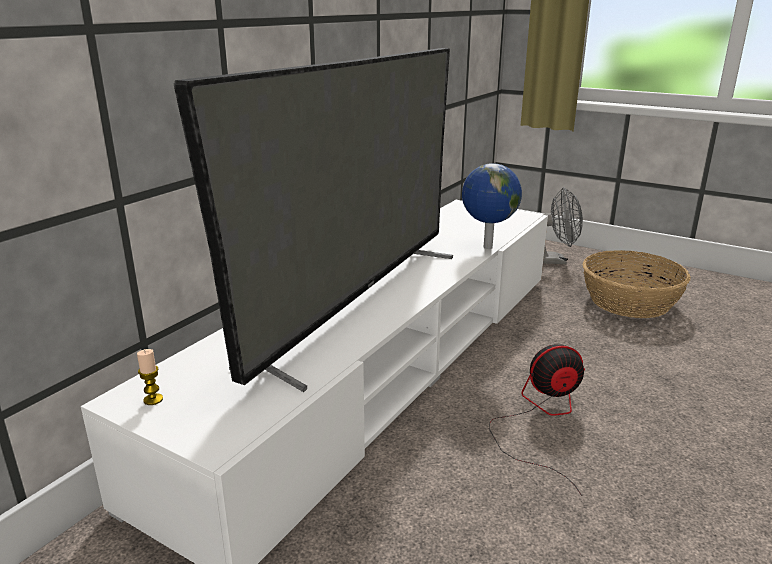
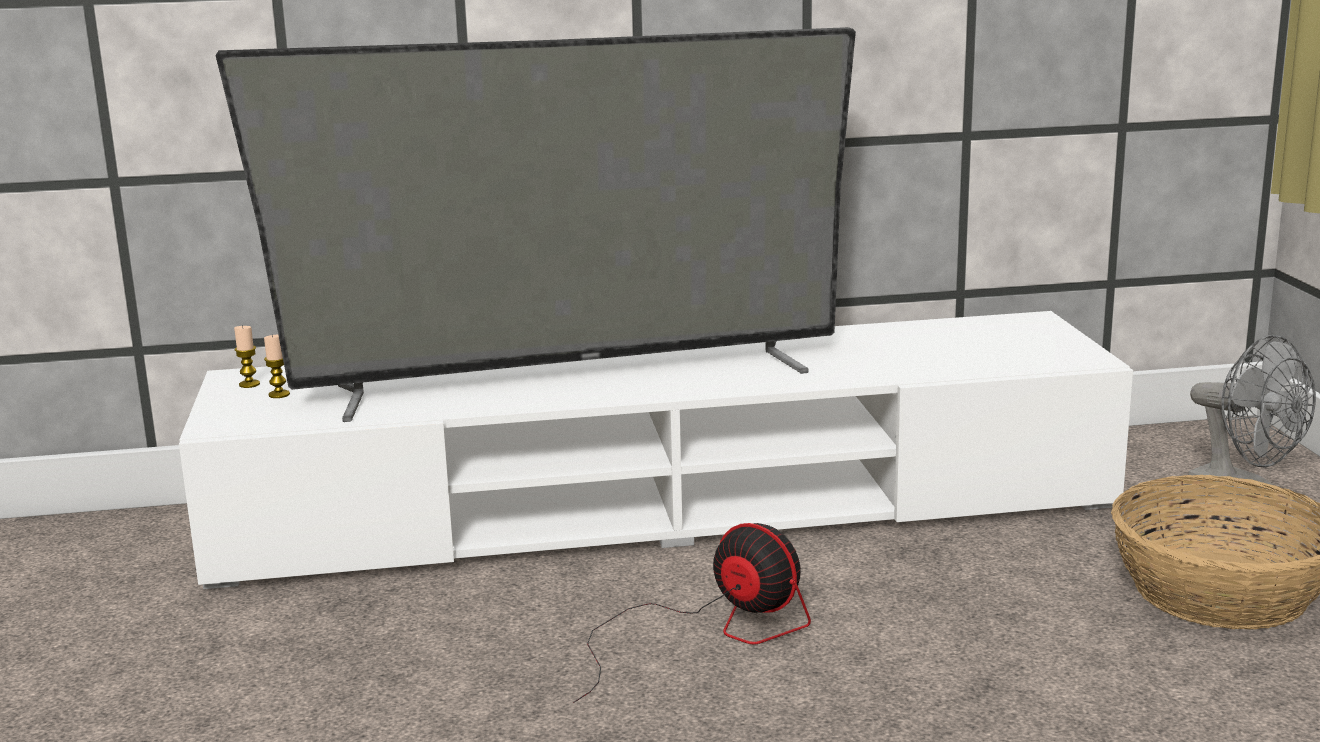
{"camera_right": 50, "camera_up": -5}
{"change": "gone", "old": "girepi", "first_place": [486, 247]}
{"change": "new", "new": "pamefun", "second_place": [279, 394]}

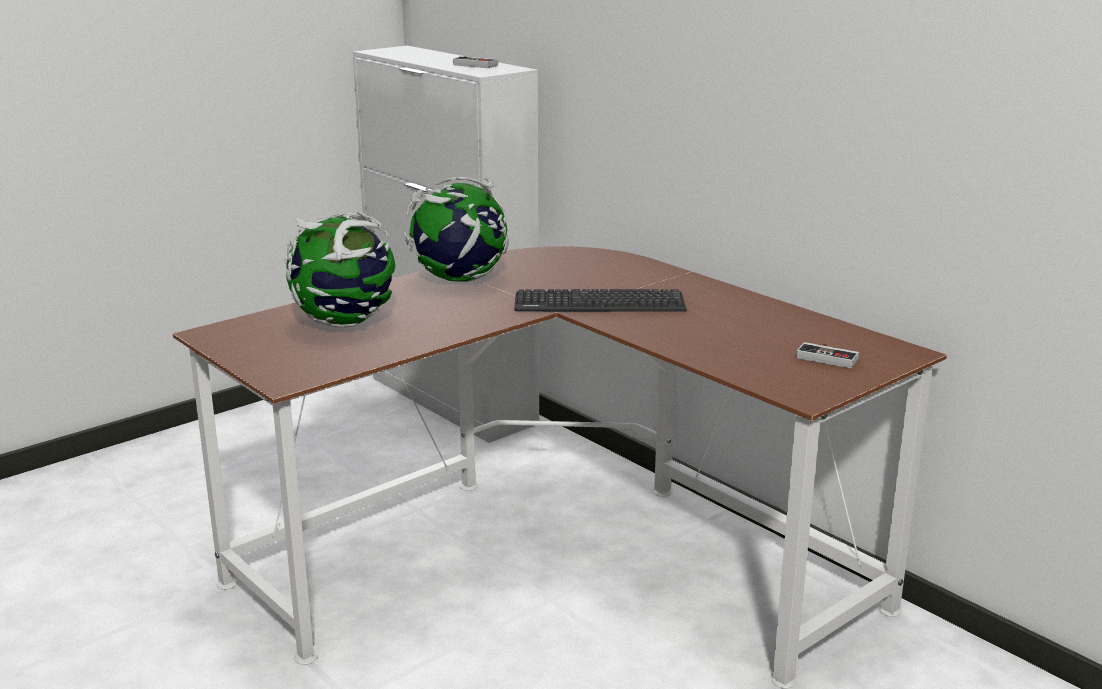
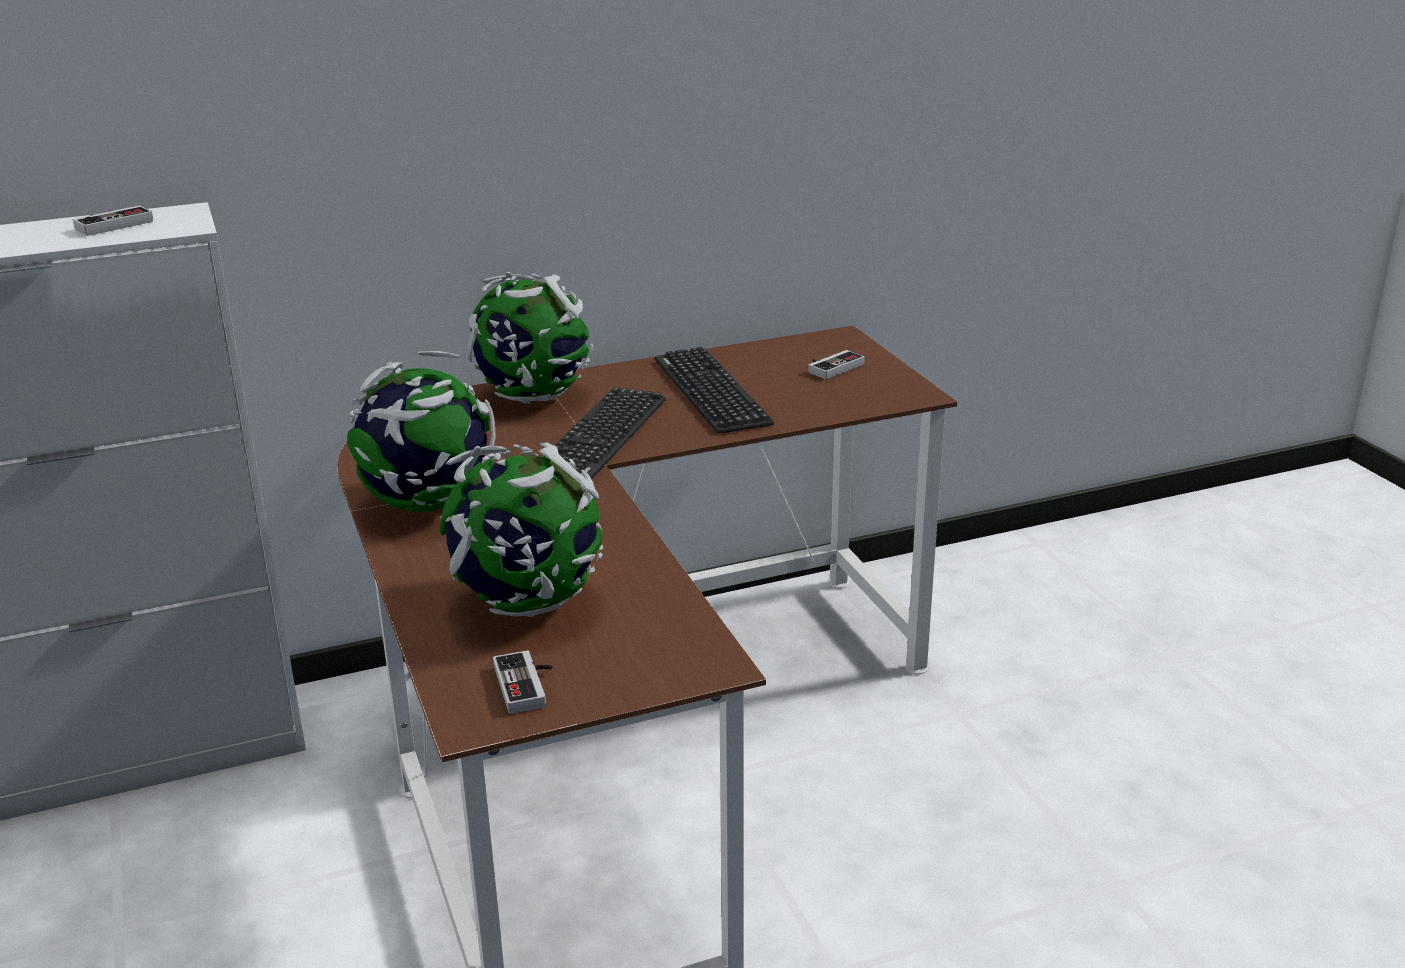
{"camera_right": -70, "camera_up": 5}
{"change": "new", "new": "girepi", "second_place": [532, 397]}
{"change": "new", "new": "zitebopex", "second_place": [528, 685]}
{"change": "new", "new": "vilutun", "second_place": [711, 391]}

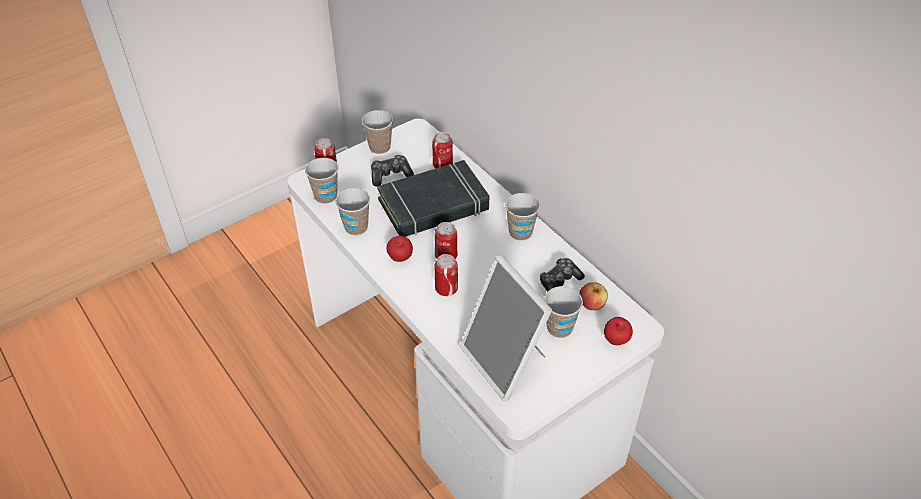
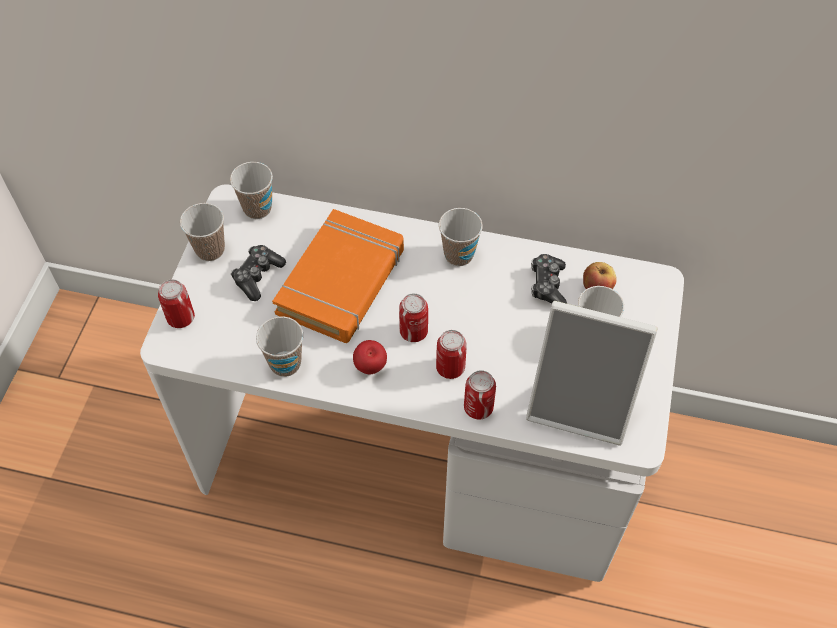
{"camera_right": -40, "camera_up": 10}
{"change": "gone", "old": "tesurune", "first_place": [616, 341]}
{"change": "shifted", "old": "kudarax", "first_place": [326, 196], "second_place": [257, 208]}
{"change": "shifted", "old": "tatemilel", "first_place": [442, 165], "second_place": [478, 407]}
{"change": "repainted", "old": "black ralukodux", "new": "orange ralukodux", "first_place": [434, 205], "second_place": [342, 282]}

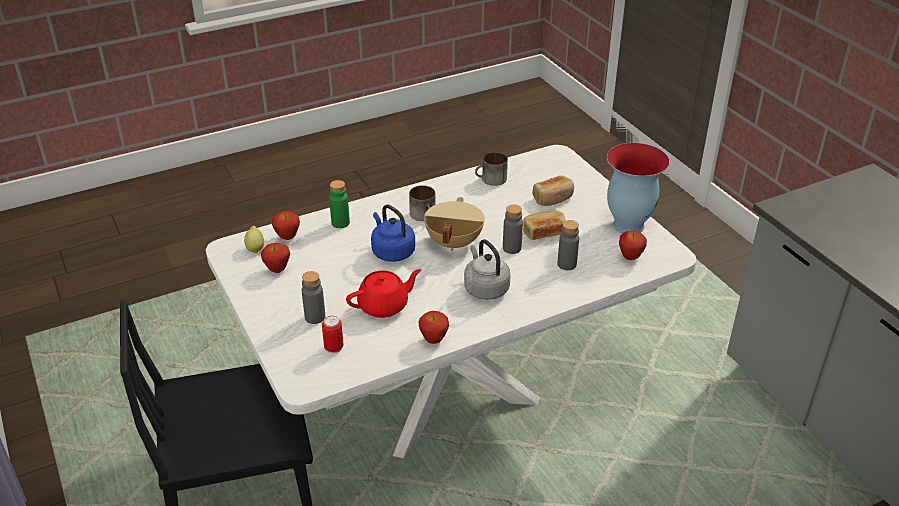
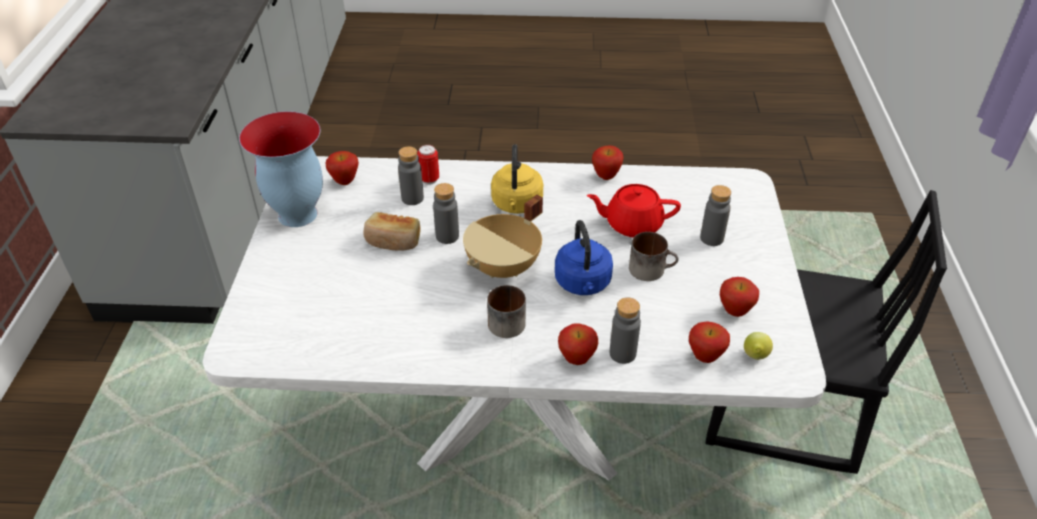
{"camera_right": -150, "camera_up": 5}
{"change": "gone", "old": "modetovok", "first_place": [553, 198]}
{"change": "new", "new": "tesurune", "second_place": [576, 360]}
{"change": "shifted", "old": "tatemilel", "first_place": [334, 348], "second_place": [429, 179]}
{"change": "shifted", "old": "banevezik", "first_place": [491, 180], "second_place": [651, 269]}
{"change": "repainted", "old": "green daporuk", "new": "grey daporuk", "first_place": [340, 223], "second_place": [622, 353]}
{"change": "repainted", "old": "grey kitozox", "new": "yellow kitozox", "first_place": [485, 288], "second_place": [517, 205]}

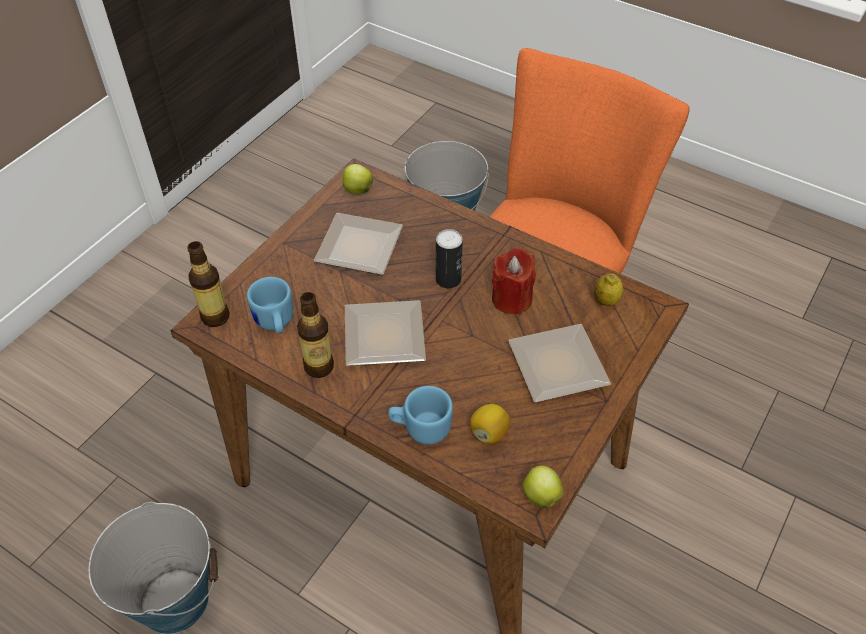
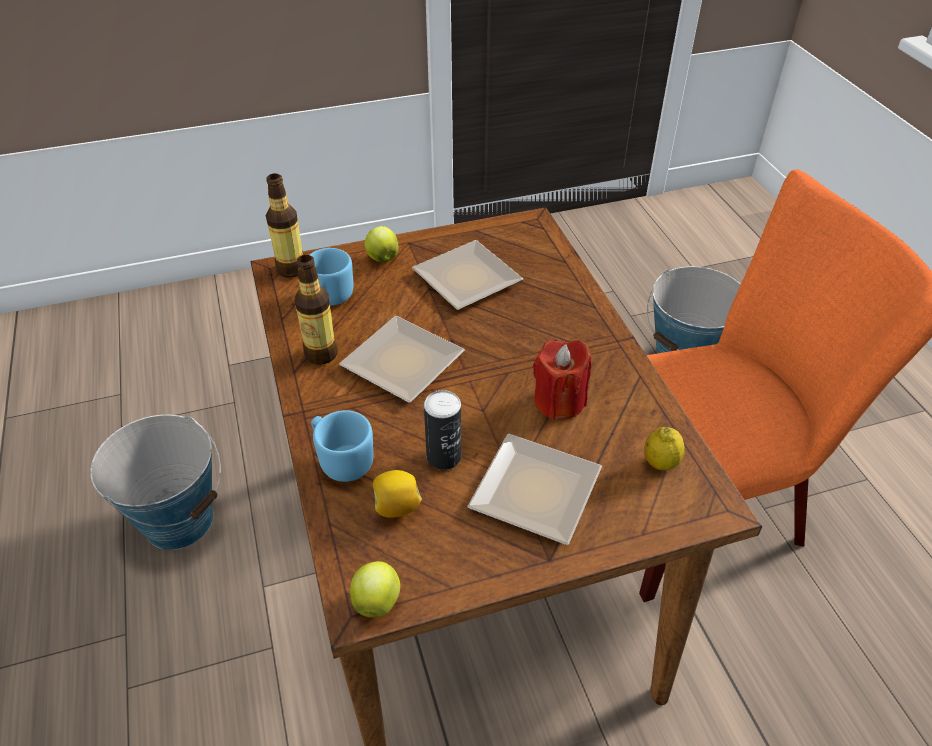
{"camera_right": 40, "camera_up": -5}
{"change": "shifted", "old": "tesurune", "first_place": [357, 190], "second_place": [382, 257]}
{"change": "shifted", "old": "tatemilel", "first_place": [448, 279], "second_place": [444, 457]}

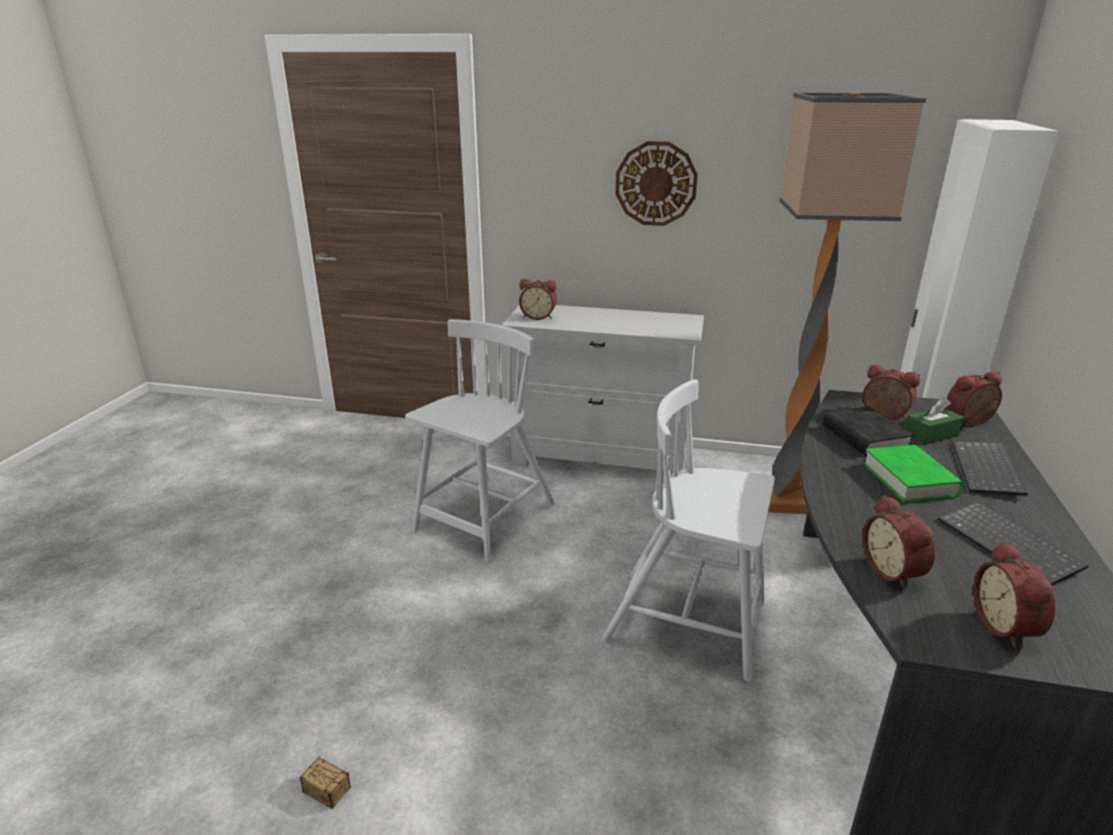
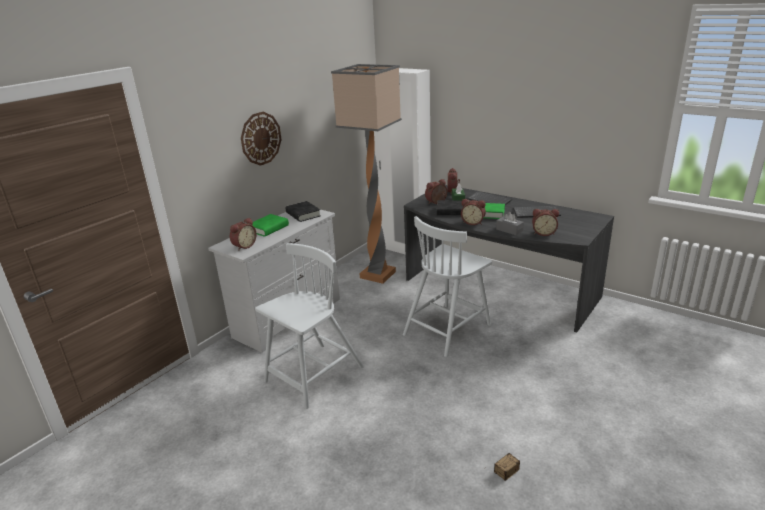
{"camera_right": -65, "camera_up": 0}
{"change": "new", "new": "green ralukodux", "second_place": [268, 228]}
{"change": "new", "new": "black ralukodux", "second_place": [303, 214]}
{"change": "new", "new": "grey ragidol", "second_place": [509, 230]}
{"change": "shifted", "old": "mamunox", "first_place": [1007, 626], "second_place": [473, 222]}
{"change": "rotated", "old": "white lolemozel", "first_place": [484, 519], "second_place": [313, 375], "degrees": 75}

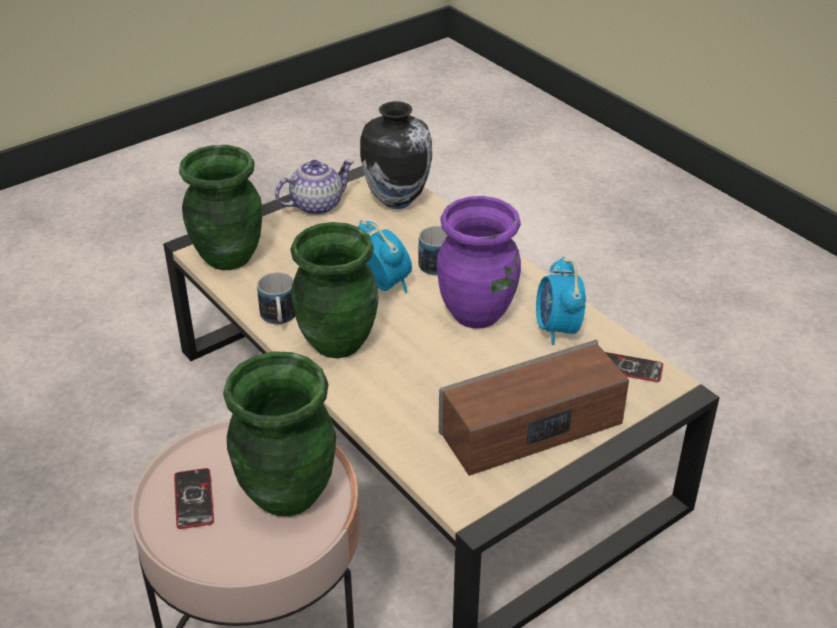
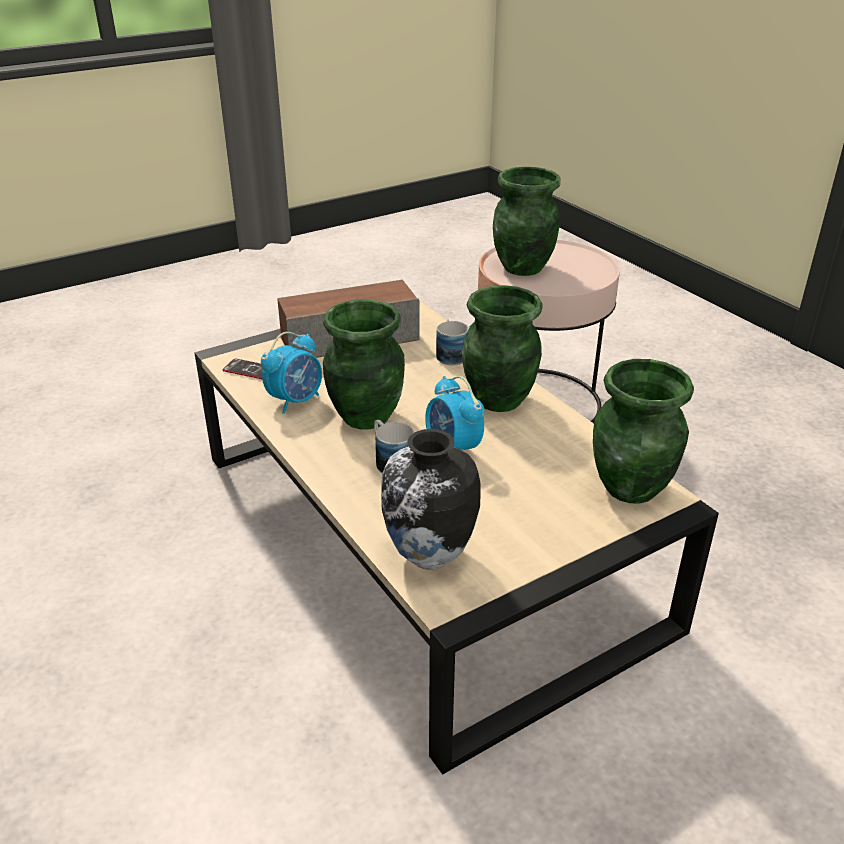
{"camera_right": -175, "camera_up": -5}
{"change": "gone", "old": "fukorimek", "first_place": [194, 499]}
{"change": "gone", "old": "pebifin", "first_place": [317, 204]}
{"change": "shifted", "old": "banevezik", "first_place": [279, 319], "second_place": [451, 354]}
{"change": "repainted", "old": "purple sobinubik", "new": "green sobinubik", "first_place": [477, 313], "second_place": [365, 417]}
{"change": "rotated", "old": "mamunox", "first_place": [557, 329], "second_place": [296, 400], "degrees": 45}

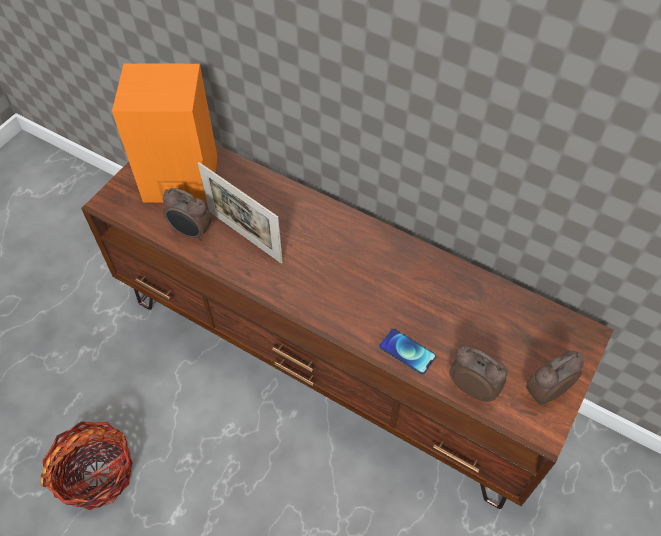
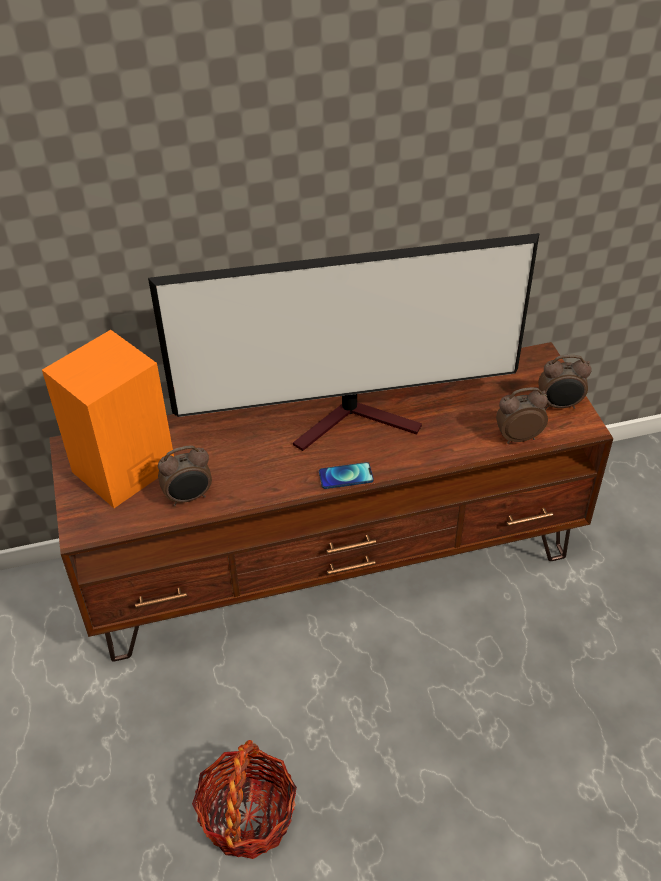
{"camera_right": -45, "camera_up": -10}
{"change": "gone", "old": "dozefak", "first_place": [244, 236]}
{"change": "new", "new": "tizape", "second_place": [357, 421]}
{"change": "shifted", "old": "fukorimek", "first_place": [407, 352], "second_place": [346, 476]}
{"change": "rotated", "old": "mamunox", "first_place": [545, 391], "second_place": [559, 405], "degrees": -105}

